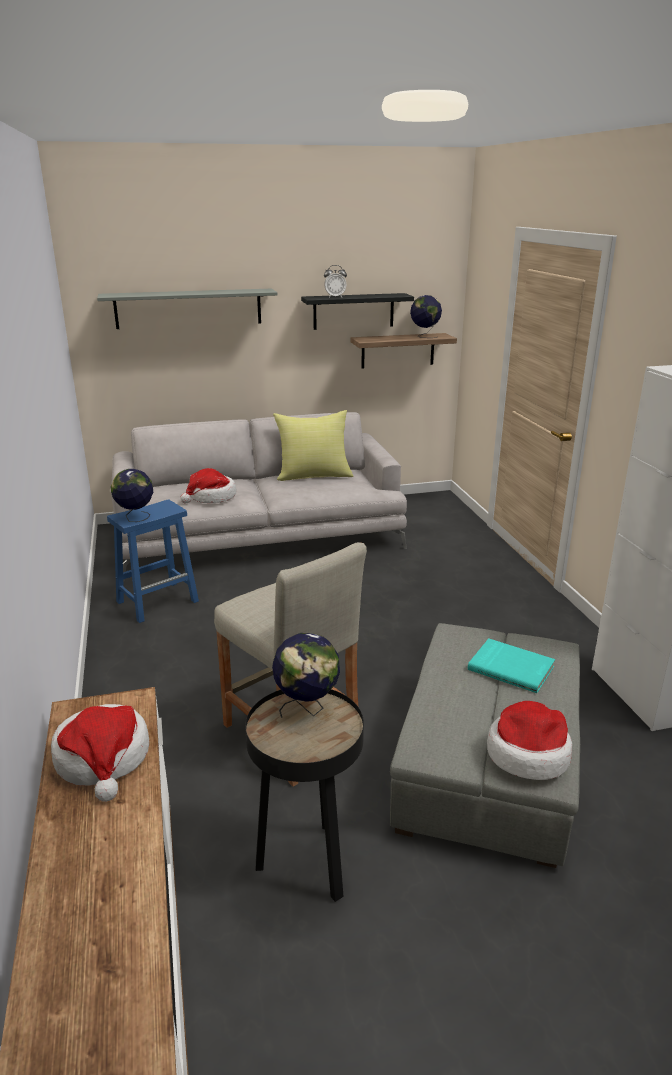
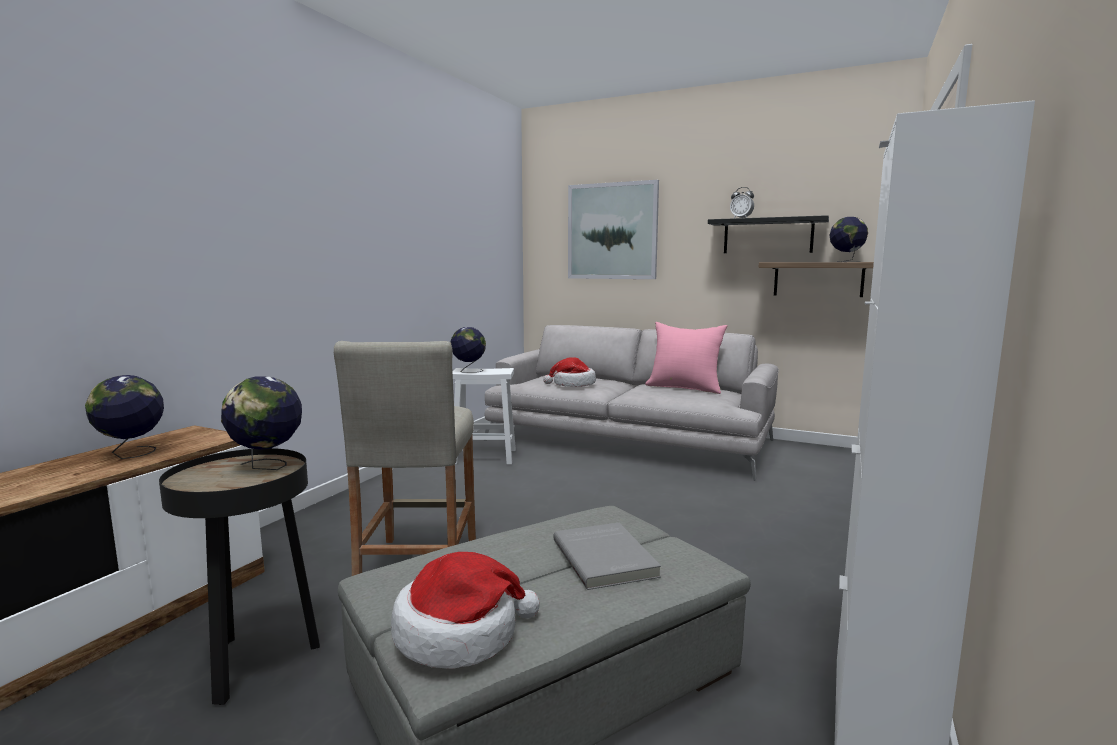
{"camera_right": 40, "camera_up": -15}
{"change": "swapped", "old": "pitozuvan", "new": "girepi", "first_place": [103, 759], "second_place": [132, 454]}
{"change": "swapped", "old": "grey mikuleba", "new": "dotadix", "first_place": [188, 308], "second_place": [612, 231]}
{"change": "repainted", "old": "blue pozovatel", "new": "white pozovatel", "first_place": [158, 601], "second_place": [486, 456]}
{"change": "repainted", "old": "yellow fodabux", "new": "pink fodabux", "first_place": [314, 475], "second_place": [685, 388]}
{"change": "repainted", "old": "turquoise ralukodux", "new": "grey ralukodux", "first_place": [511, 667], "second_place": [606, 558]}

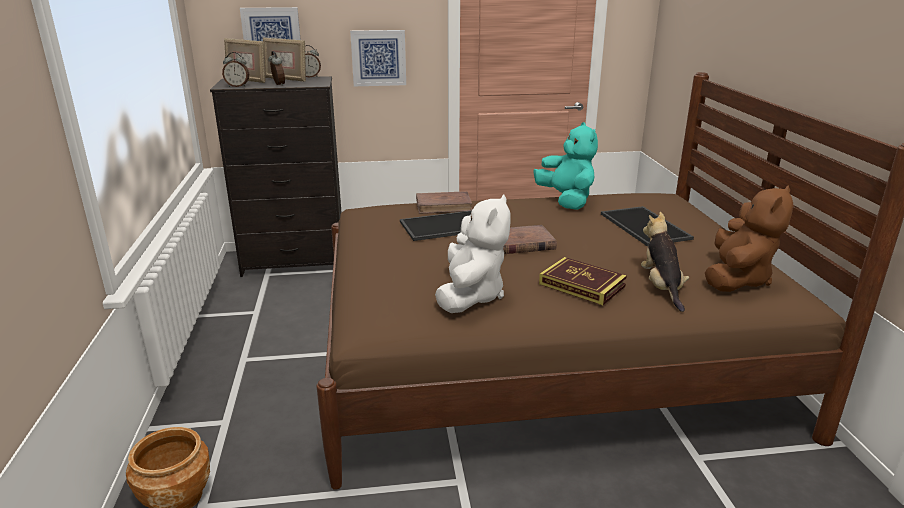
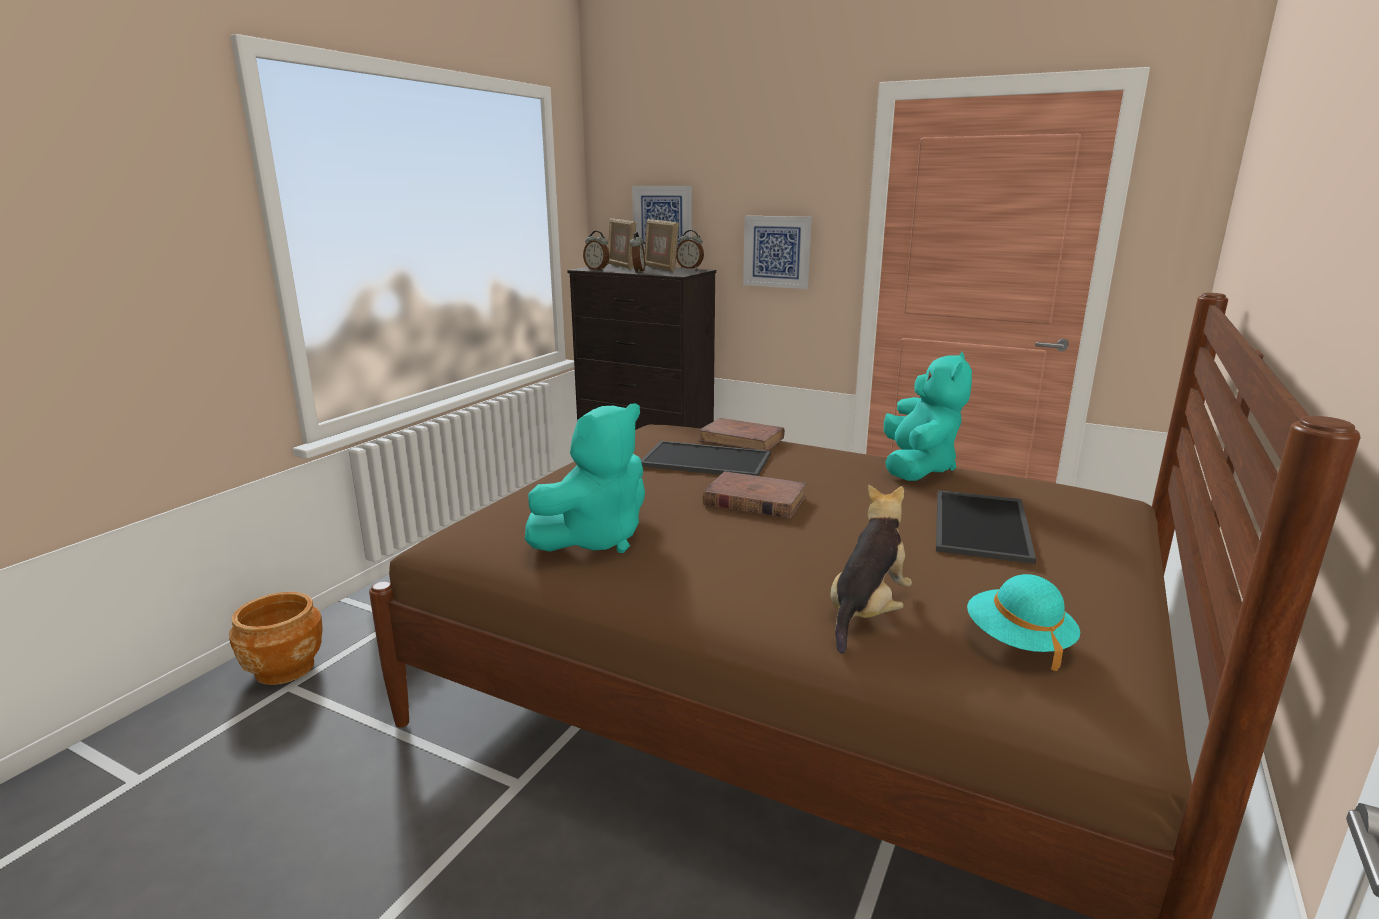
{"camera_right": 35, "camera_up": -5}
{"change": "gone", "old": "ralukodux", "first_place": [582, 285]}
{"change": "swapped", "old": "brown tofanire", "new": "turquoise pitozuvan", "first_place": [736, 279], "second_place": [1018, 641]}
{"change": "repainted", "old": "white tofanire", "new": "turquoise tofanire", "first_place": [470, 296], "second_place": [595, 539]}

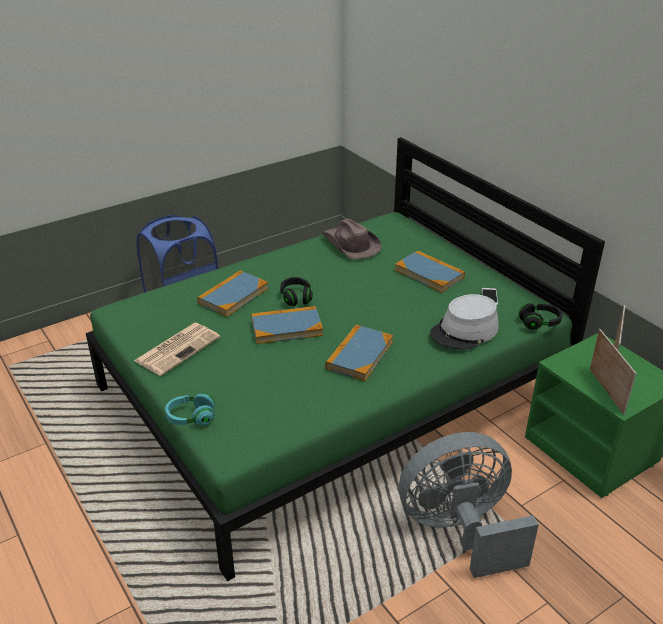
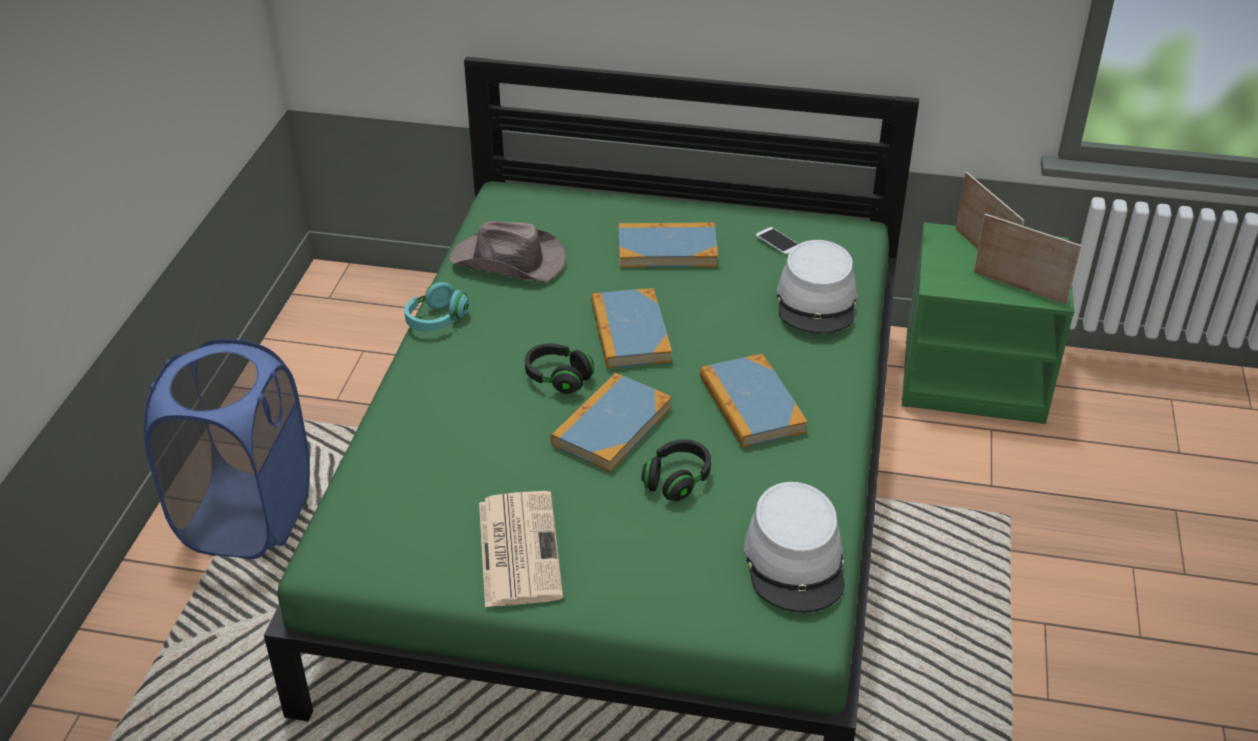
{"camera_right": -45, "camera_up": 5}
{"change": "gone", "old": "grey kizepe", "first_place": [459, 530]}
{"change": "new", "new": "grey pitozuvan", "second_place": [795, 561]}
{"change": "shifted", "old": "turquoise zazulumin", "first_place": [191, 418], "second_place": [436, 320]}
{"change": "shifted", "old": "ralukodux", "first_place": [233, 296], "second_place": [630, 332]}
{"change": "shifted", "old": "black zazulumin", "first_place": [539, 323], "second_place": [677, 480]}

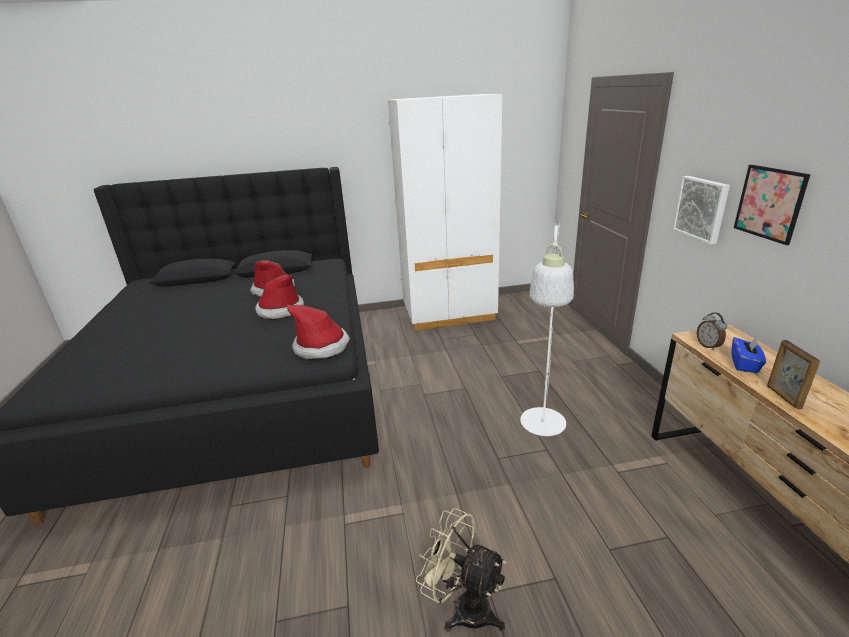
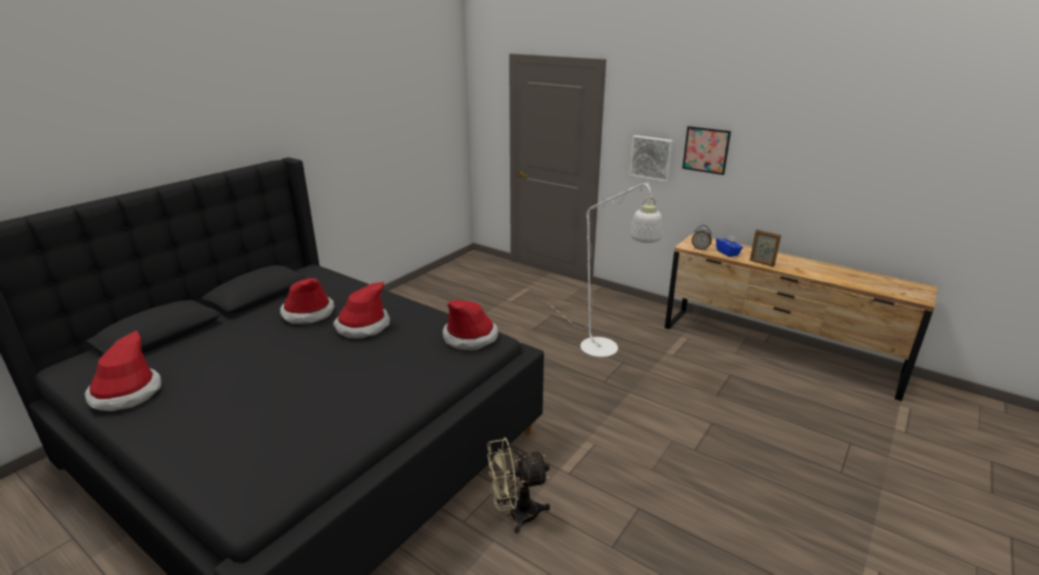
{"camera_right": -45, "camera_up": 0}
{"change": "gone", "old": "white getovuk", "first_place": [448, 313]}
{"change": "new", "new": "pitozuvan", "second_place": [126, 394]}
{"change": "shifted", "old": "beige kizepe", "first_place": [463, 607], "second_place": [515, 514]}

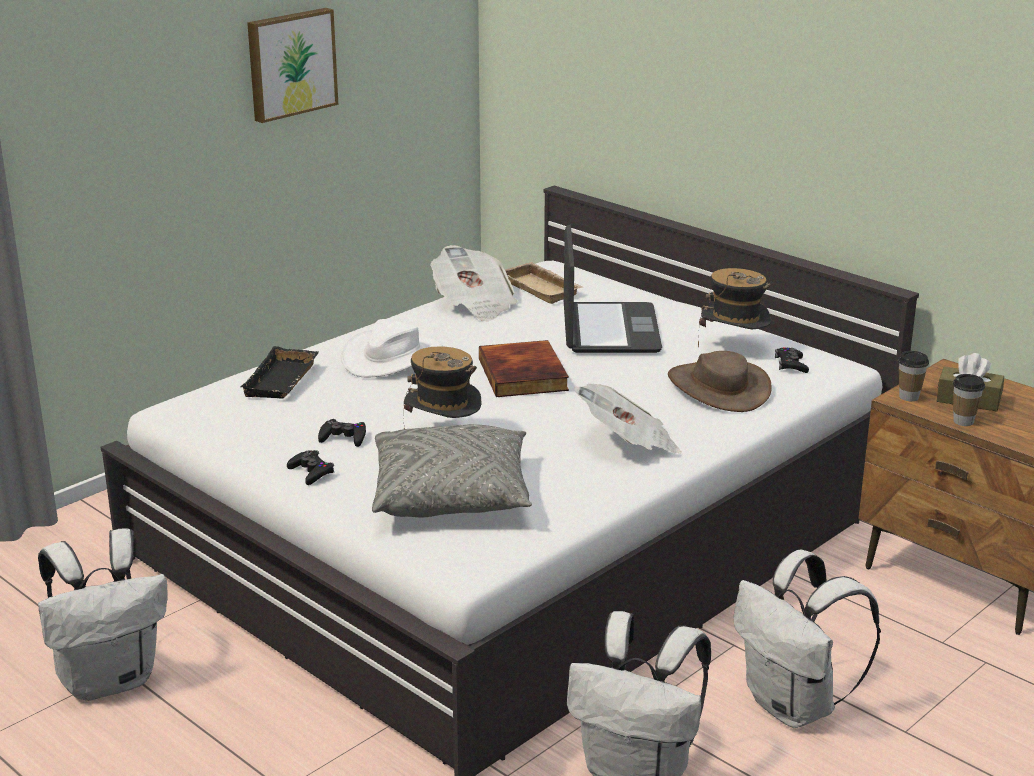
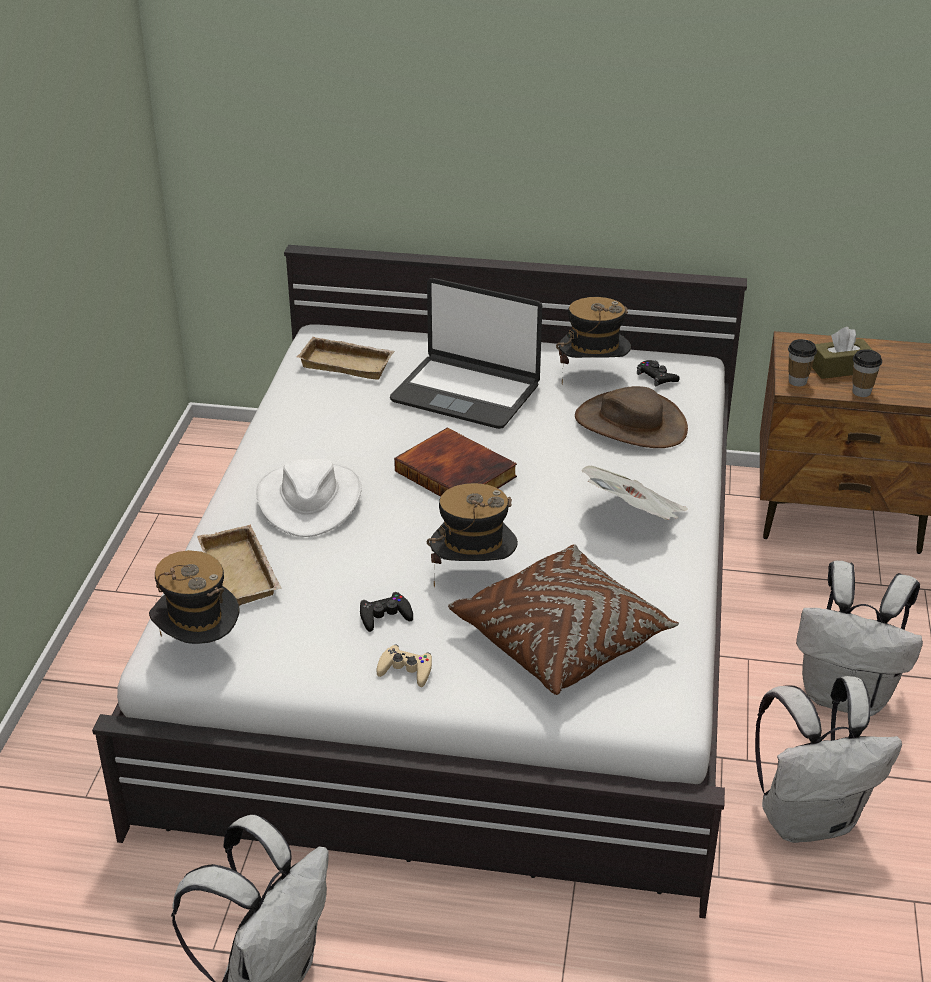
{"camera_right": -35, "camera_up": 10}
{"change": "gone", "old": "dotadix", "first_place": [290, 63]}
{"change": "gone", "old": "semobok", "first_place": [474, 305]}
{"change": "new", "new": "pitozuvan", "second_place": [199, 649]}
{"change": "repainted", "old": "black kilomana", "new": "beige kilomana", "first_place": [283, 381], "second_place": [243, 573]}
{"change": "repainted", "old": "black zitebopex", "new": "beige zitebopex", "first_place": [311, 472], "second_place": [406, 670]}
{"change": "repainted", "old": "grey fodabux", "new": "brown fodabux", "first_place": [451, 495], "second_place": [562, 639]}
{"change": "rotated", "old": "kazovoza", "first_place": [609, 330], "second_place": [466, 393], "degrees": 150}

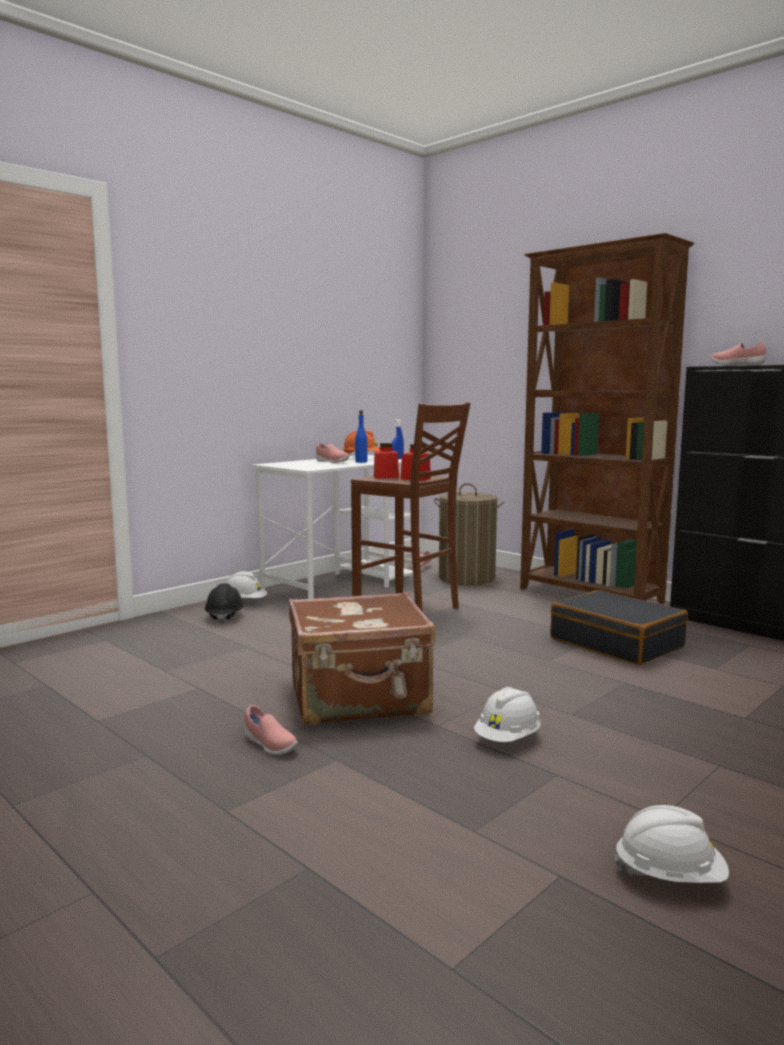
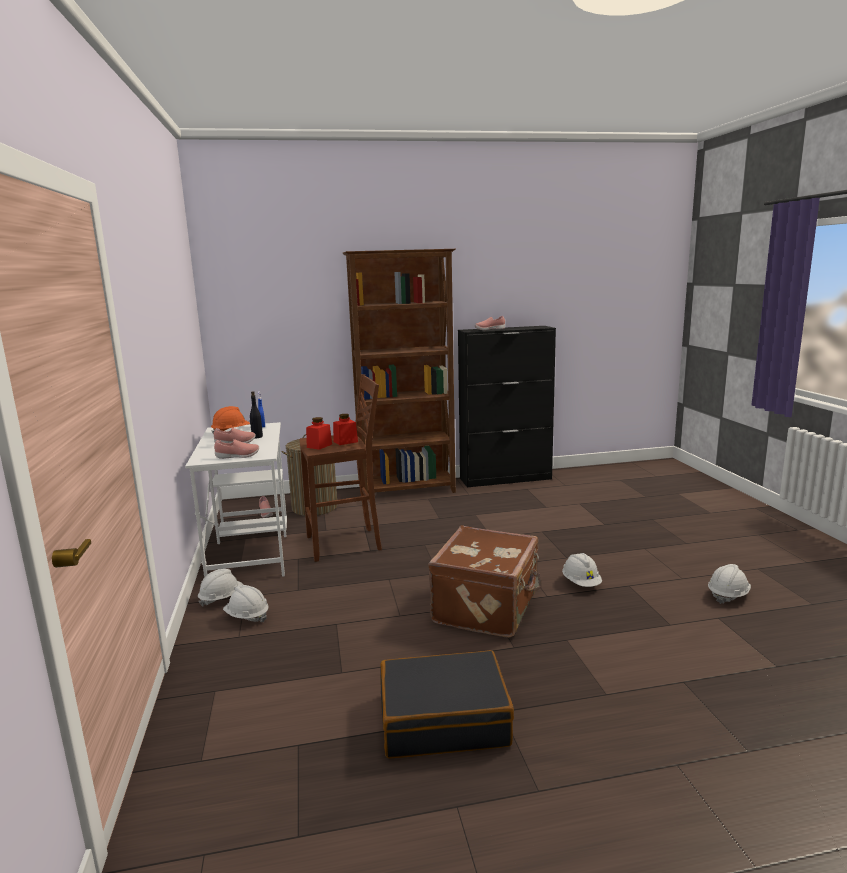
{"camera_right": -55, "camera_up": 5}
{"change": "shifted", "old": "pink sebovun", "first_place": [269, 745], "second_place": [237, 456]}
{"change": "shifted", "old": "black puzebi", "first_place": [616, 643], "second_place": [443, 719]}
{"change": "repainted", "old": "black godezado", "new": "white godezado", "first_place": [224, 617], "second_place": [247, 616]}
{"change": "repainted", "old": "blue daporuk", "new": "black daporuk", "first_place": [361, 462], "second_place": [257, 437]}

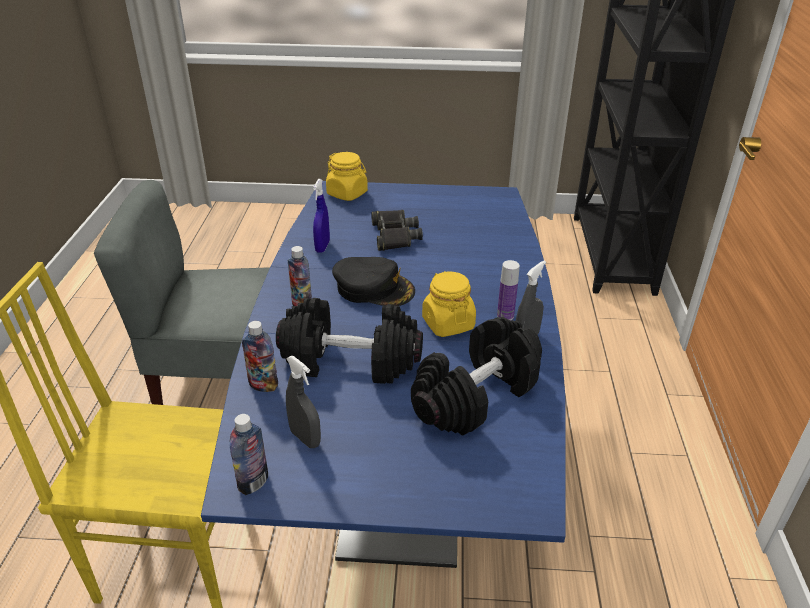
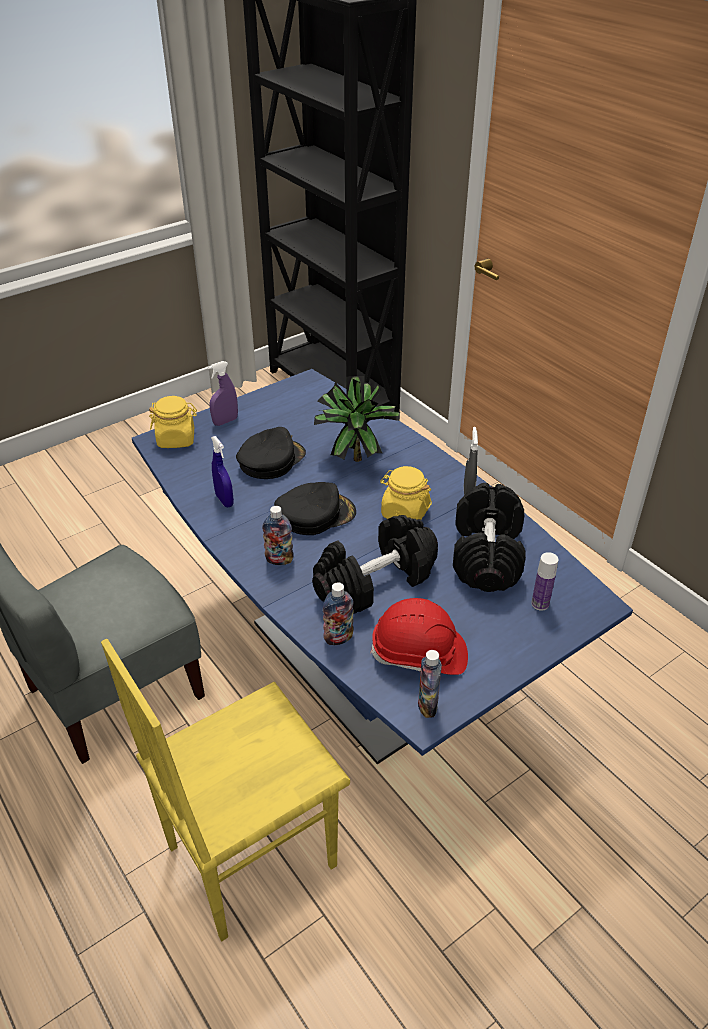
{"camera_right": -40, "camera_up": 5}
{"change": "new", "new": "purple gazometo", "second_place": [225, 421]}
{"change": "new", "new": "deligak", "second_place": [354, 456]}
{"change": "shifted", "old": "daporuk", "first_place": [505, 316], "second_place": [540, 604]}
{"change": "swapped", "old": "grey gazometo", "new": "red godezado", "first_place": [305, 438], "second_place": [419, 654]}
{"change": "swapped", "old": "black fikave", "new": "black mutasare", "first_place": [394, 235], "second_place": [271, 460]}

